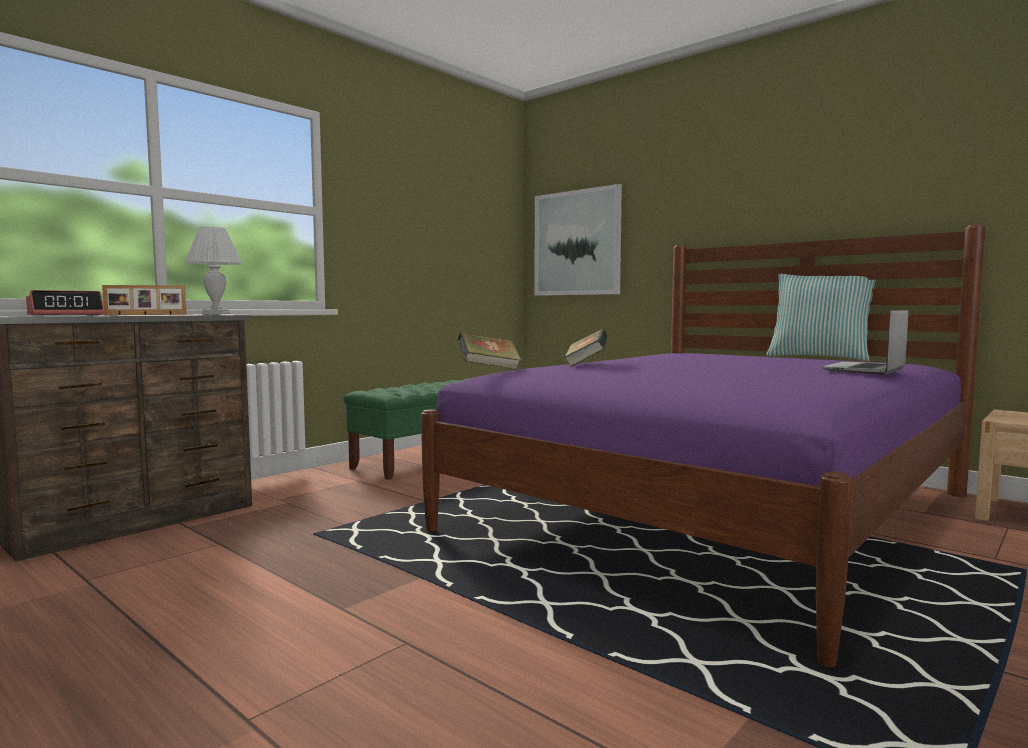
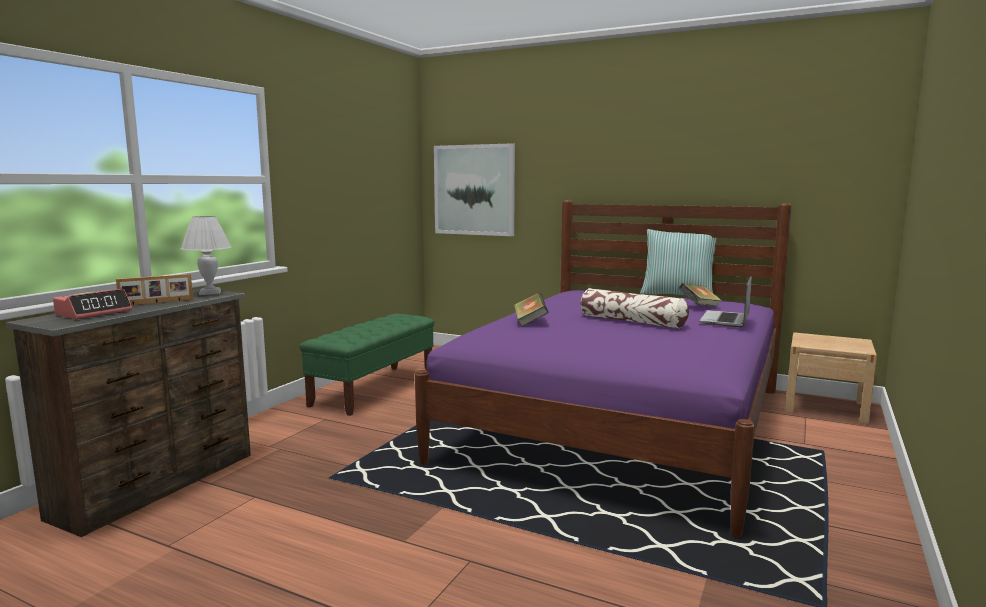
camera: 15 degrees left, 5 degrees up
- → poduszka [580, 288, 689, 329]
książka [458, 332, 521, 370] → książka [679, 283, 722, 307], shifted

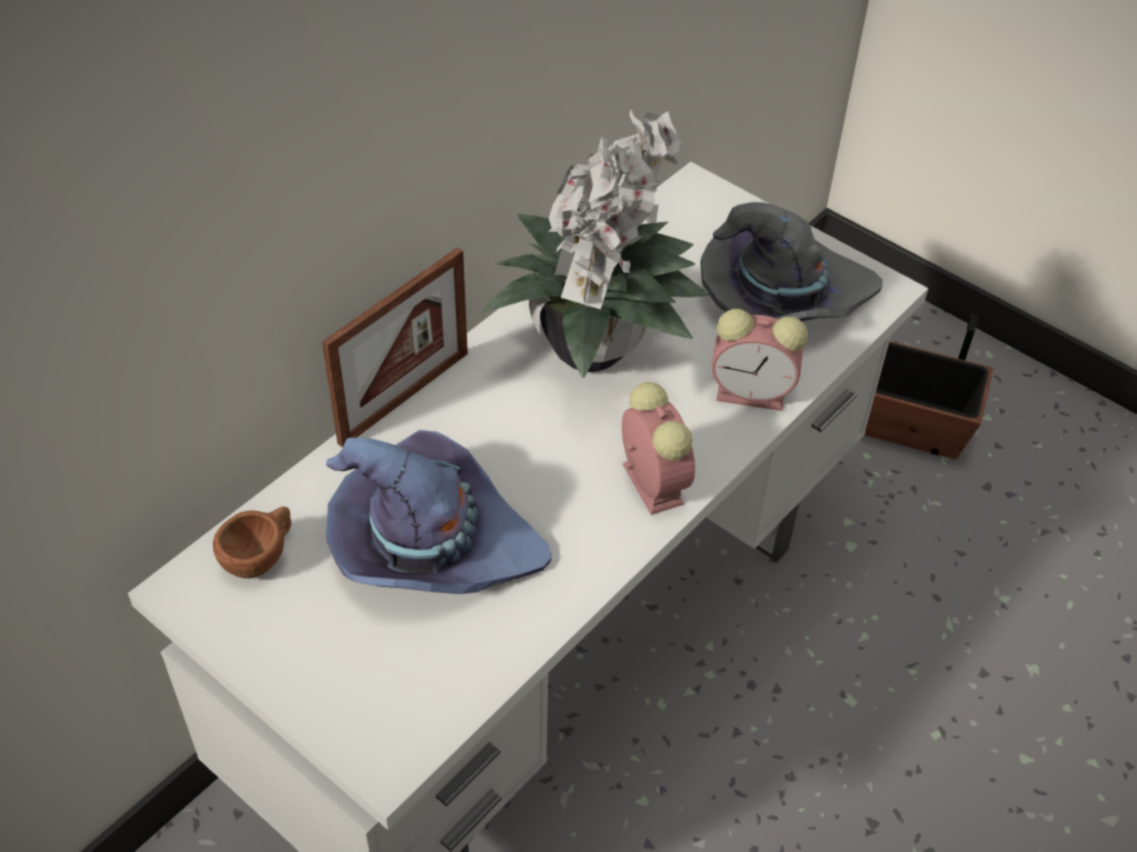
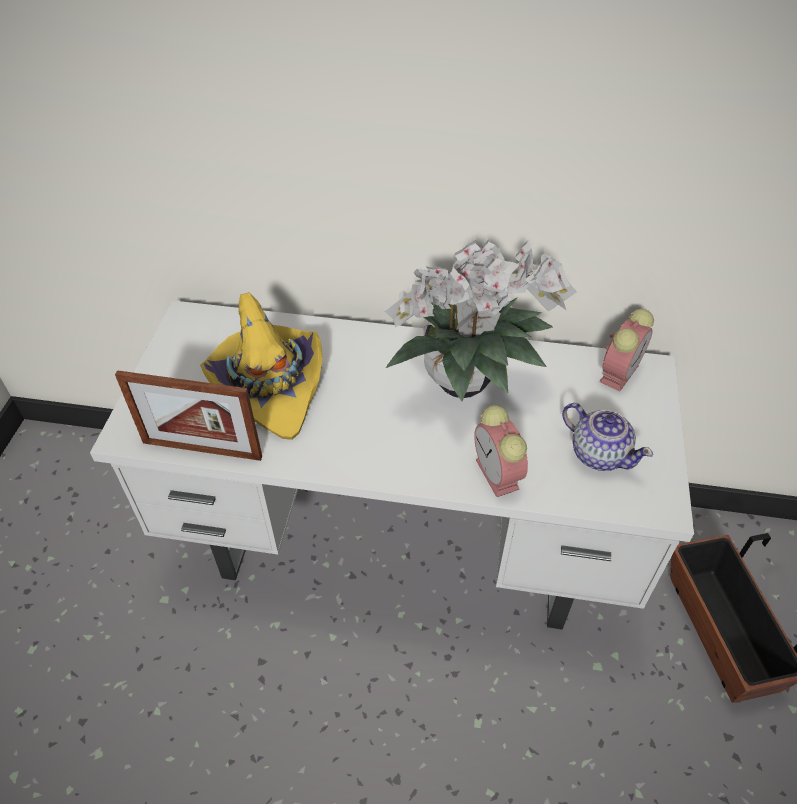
camera: 60 degrees right, 0 degrees up
filiżanka/brązowy [213, 507, 291, 579] → -
ramka na zdjęcie [322, 247, 468, 448] → ramka na zdjęcie [115, 370, 262, 461], shifted
budzik [622, 382, 695, 515] → budzik [599, 309, 654, 391], shifted
kapelusz/szary [700, 202, 883, 321] → imbryk [562, 403, 653, 471]
kapelusz/fioletowy [326, 430, 552, 594] → kapelusz/żółty [200, 292, 323, 440]

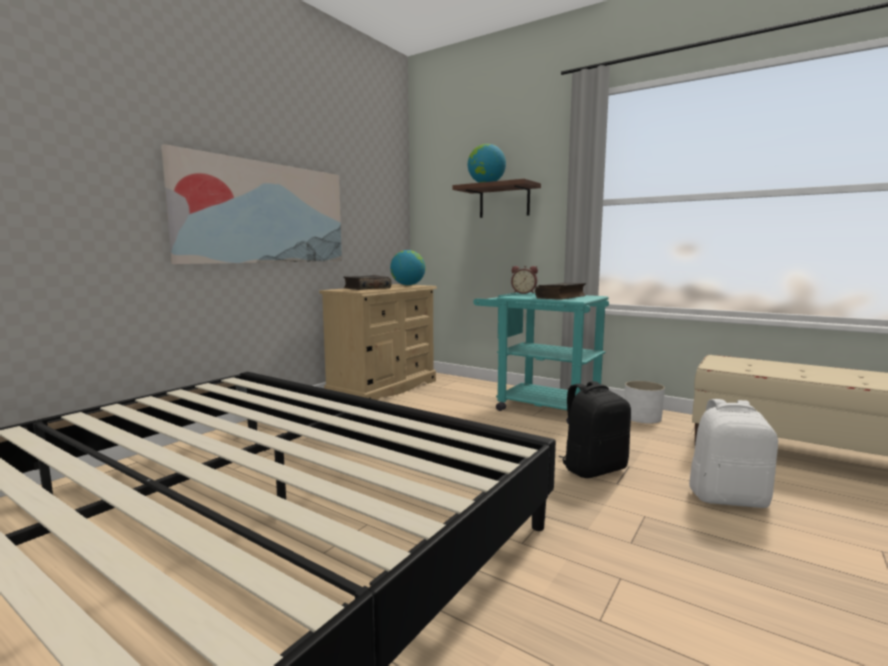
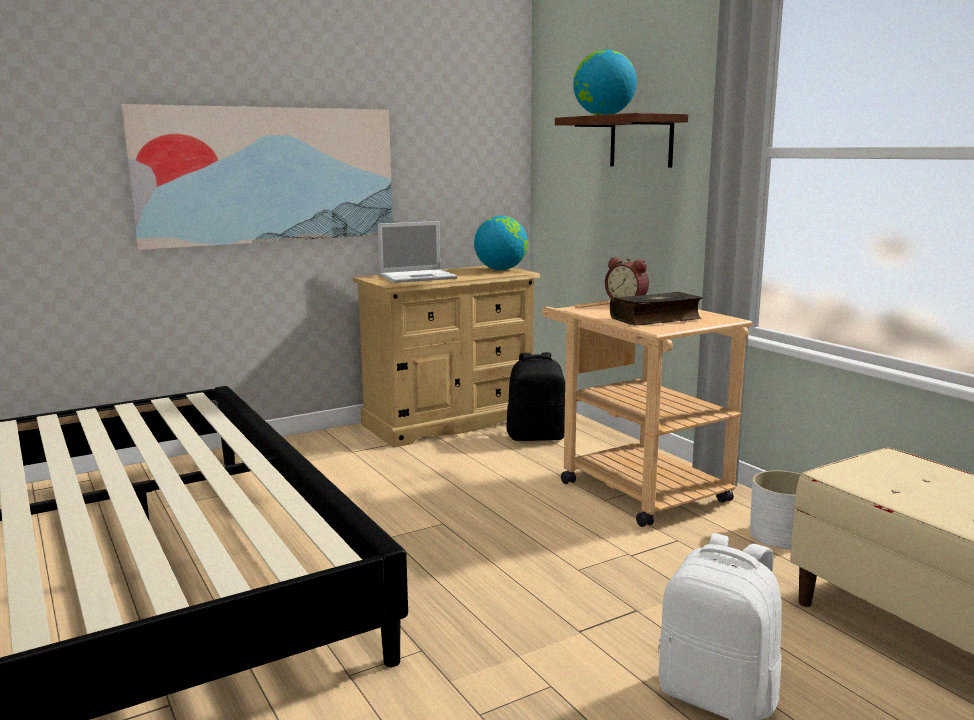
camera: 25 degrees right, 5 degrees up
plecak/czarny [559, 381, 631, 478] → plecak/czarny [506, 352, 565, 441], shifted
książka [344, 275, 391, 290] → laptop [378, 221, 457, 283]
wózek/turkusowy [473, 292, 609, 424] → wózek/beżowy [542, 301, 753, 527]

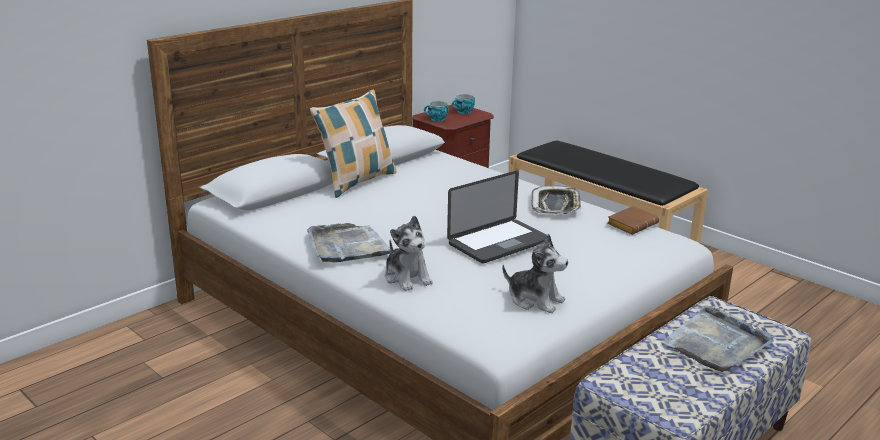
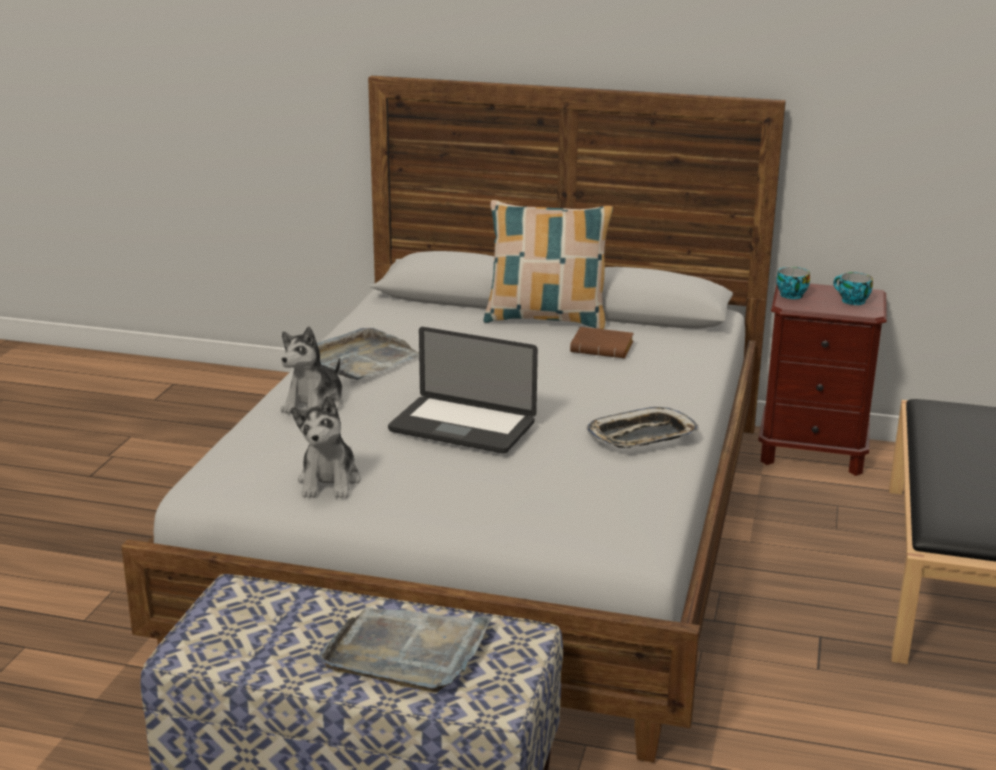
camera: 60 degrees right, 0 degrees up
książka/brązowy [607, 206, 659, 235] → książka/brązowy [570, 327, 634, 358], shifted

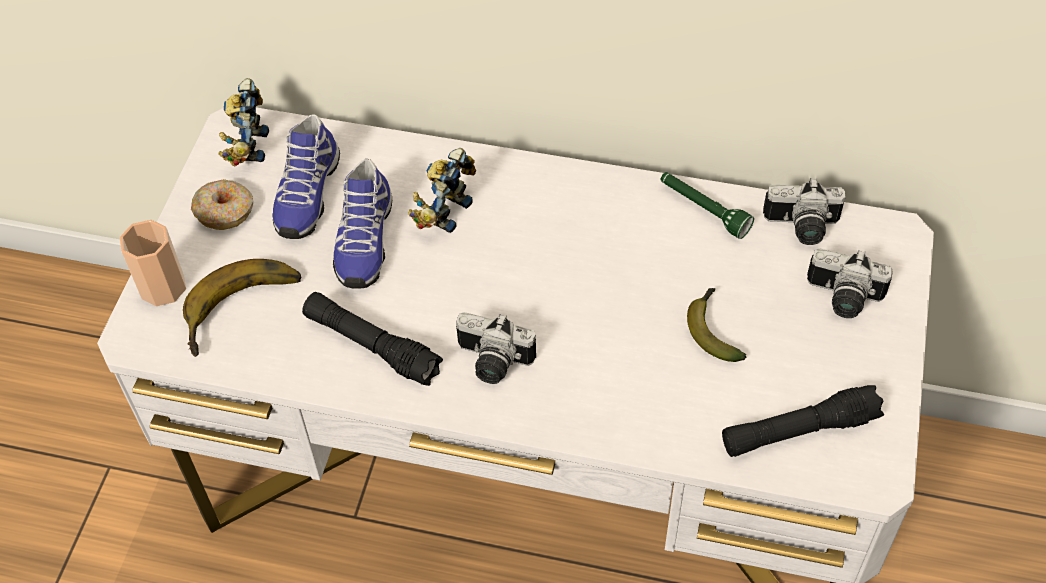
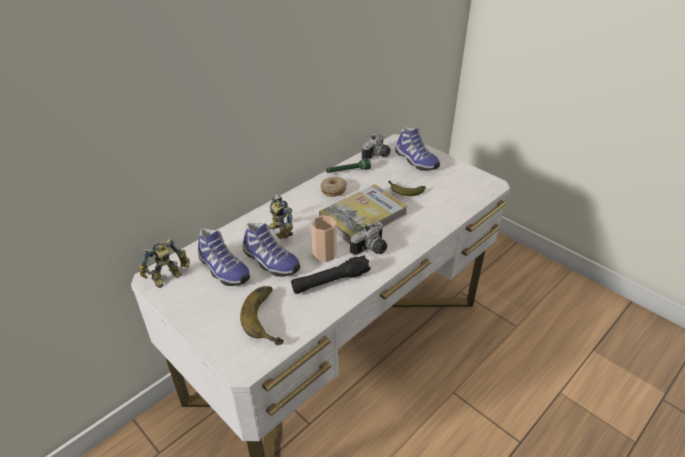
camera: 60 degrees left, 15 degrees down
latarka/czarny [722, 385, 884, 457] → -
- → książka [319, 184, 408, 244]
filiżanka [120, 220, 186, 306] → filiżanka [311, 215, 337, 262], shifted
donut [191, 179, 253, 230] → donut [321, 177, 347, 197], shifted
aparat fotograficzny [807, 248, 893, 318] → but [395, 127, 440, 171]
robot zabawkowy [219, 78, 269, 166] → robot zabawkowy [138, 238, 190, 288], 75 degrees counterclockwise

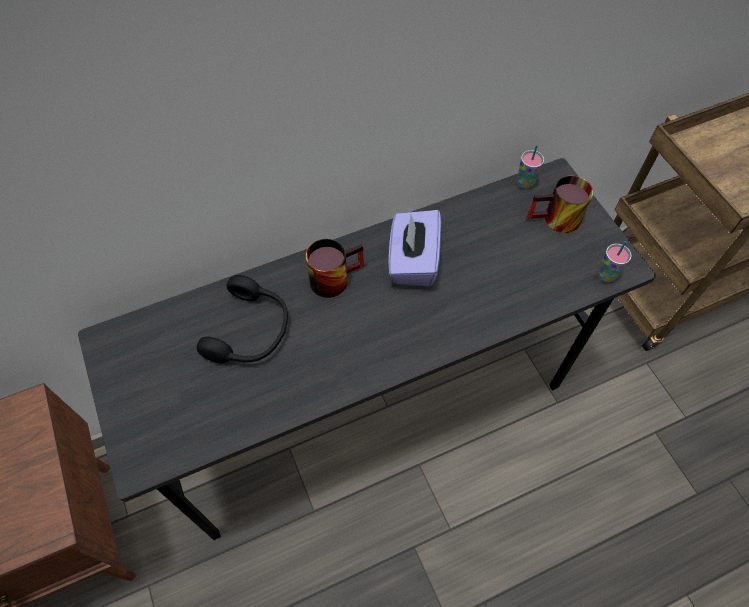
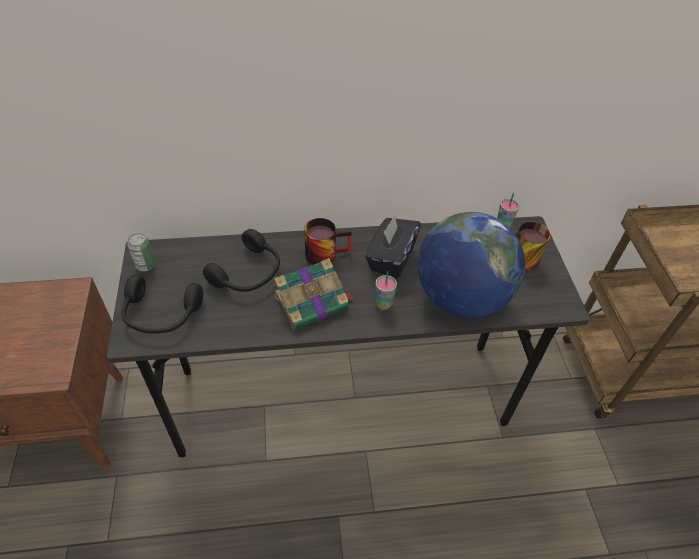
camera: 15 degrees right, 10 degrees down
- → słuchawki/czarny [121, 275, 203, 334]
- → puszka [127, 233, 155, 272]
- → książka [274, 258, 355, 330]
- → globus [417, 212, 525, 318]
filiżanka [597, 241, 631, 283] → filiżanka [375, 271, 397, 310], shifted
pudełko chusteczek/fioletowy [389, 210, 441, 286] → pudełko chusteczek/czarny [365, 215, 421, 278]

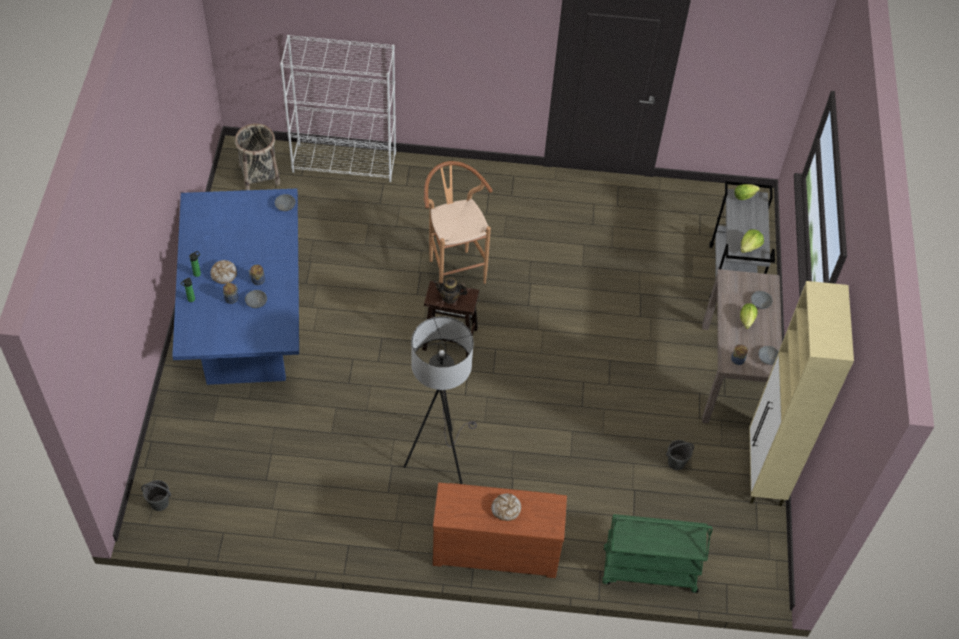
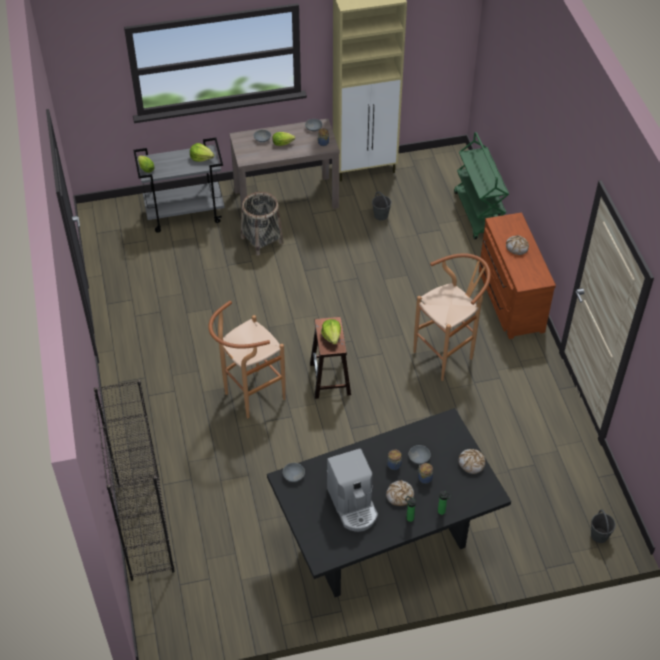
camera: 105 degrees left, 5 degrees down
- → ekspres do kawy [327, 448, 378, 532]
- → chleb [458, 449, 485, 474]
koszyk [235, 123, 280, 190] → koszyk [241, 192, 284, 256], shifted
lampa stojąca/szary [404, 316, 477, 484] → stołek/brązowy [413, 253, 491, 381]
imbryk [434, 277, 468, 304] → sałata [321, 319, 341, 344]
stół jadalny/niebieski [172, 189, 299, 385] → stół jadalny/czarny [267, 408, 511, 597]
regał/biały [280, 35, 396, 182] → regał/czarny [94, 380, 175, 581]

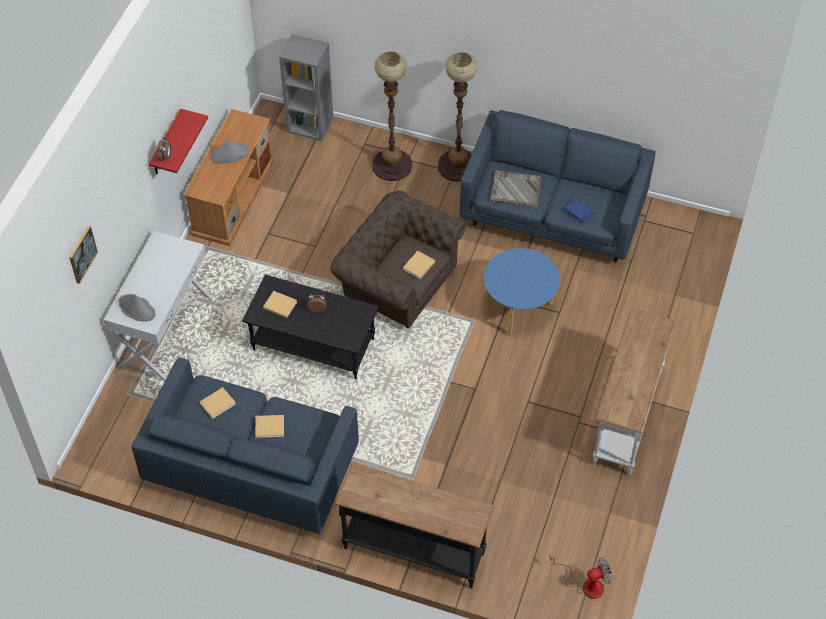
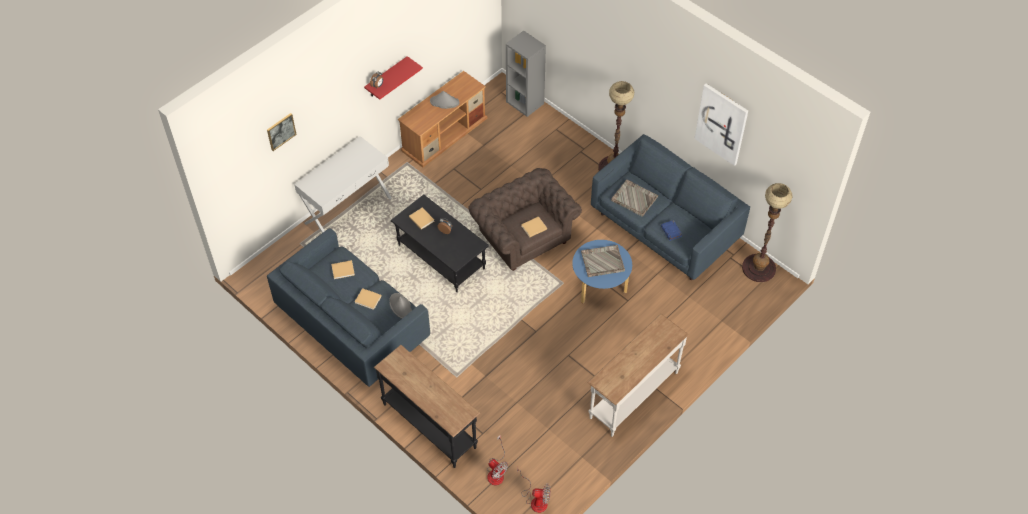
camera: 25 degrees right, 0 degrees up
- → wentylator [487, 435, 508, 485]
- → taca/szary [581, 245, 625, 277]
- → obraz [695, 84, 748, 166]
kapelusz/szary [119, 294, 156, 322] → kapelusz/szary [389, 293, 412, 319], shifted
lampa stojąca [372, 51, 412, 181] → lampa stojąca [742, 183, 793, 282], shifted

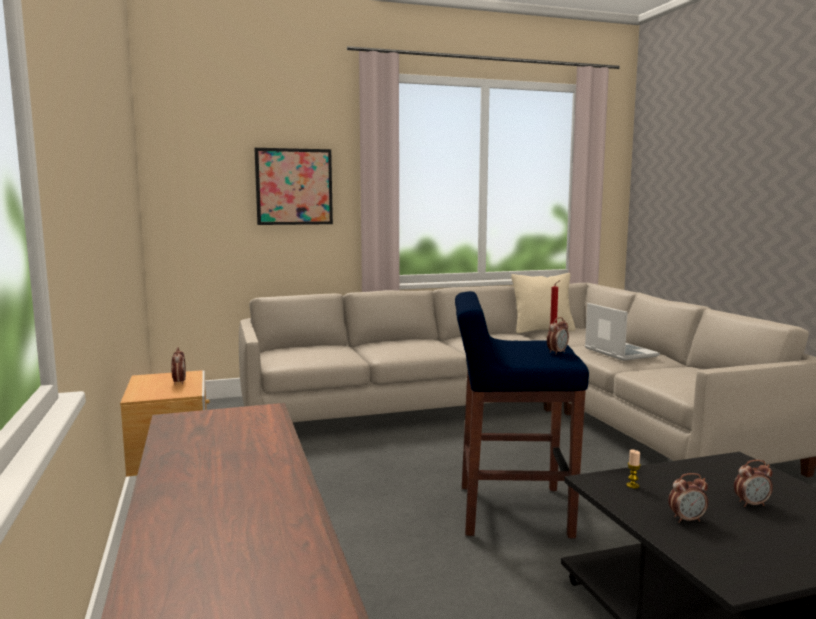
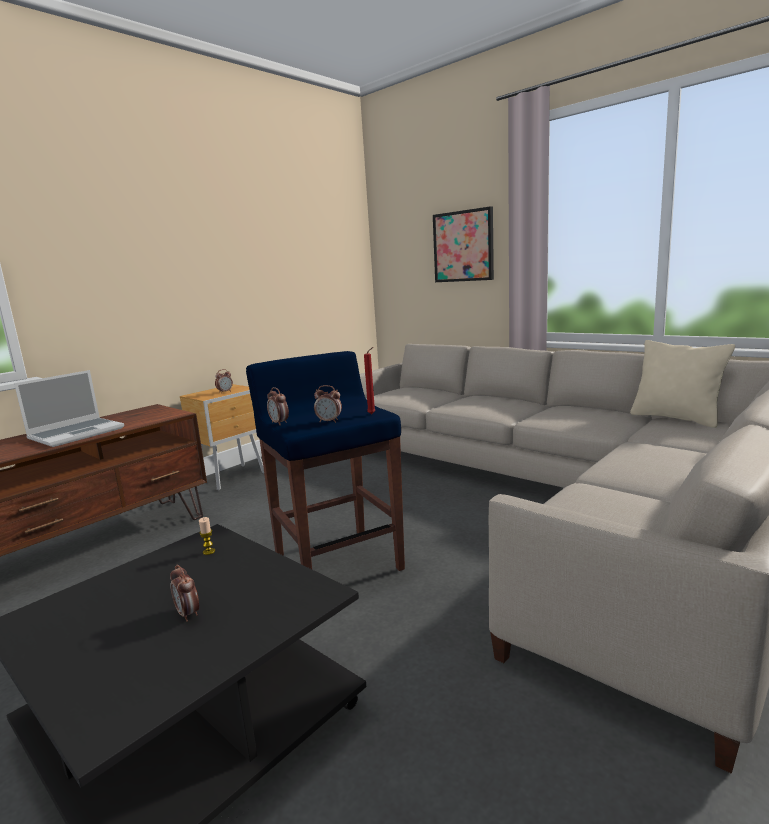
camera: 60 degrees right, 5 degrees up
laptop [585, 303, 660, 361] → laptop [14, 370, 124, 447], shifted
budzik [668, 473, 708, 523] → budzik [267, 387, 289, 426], shifted

